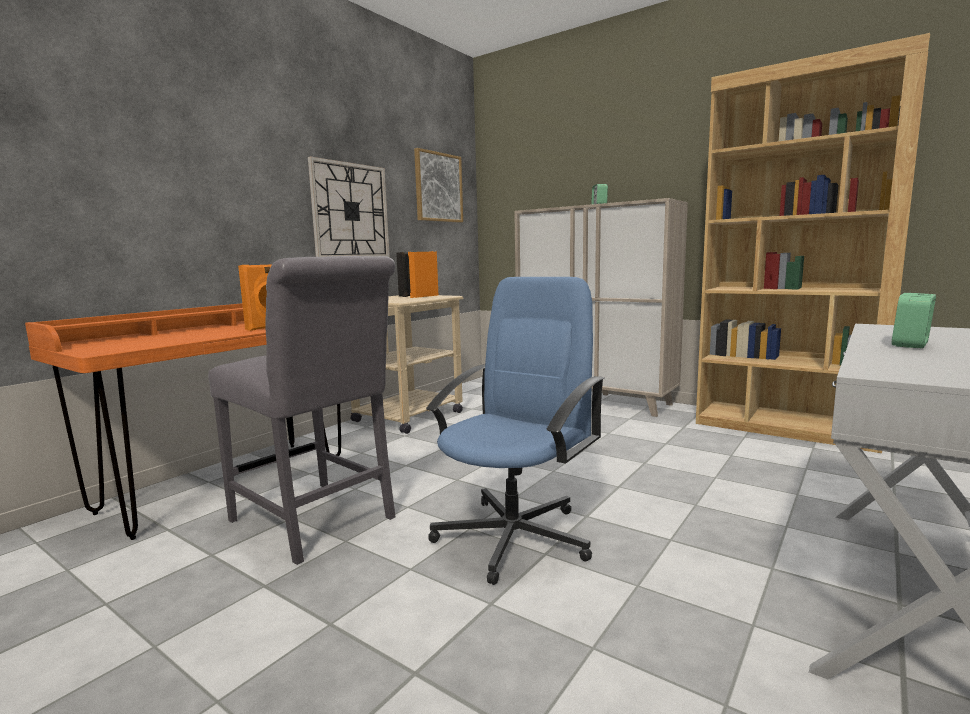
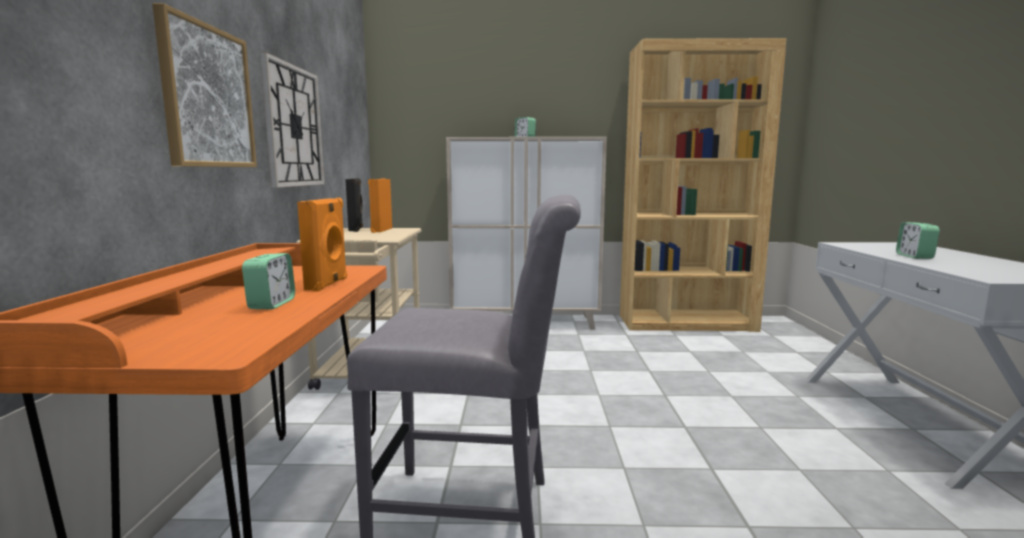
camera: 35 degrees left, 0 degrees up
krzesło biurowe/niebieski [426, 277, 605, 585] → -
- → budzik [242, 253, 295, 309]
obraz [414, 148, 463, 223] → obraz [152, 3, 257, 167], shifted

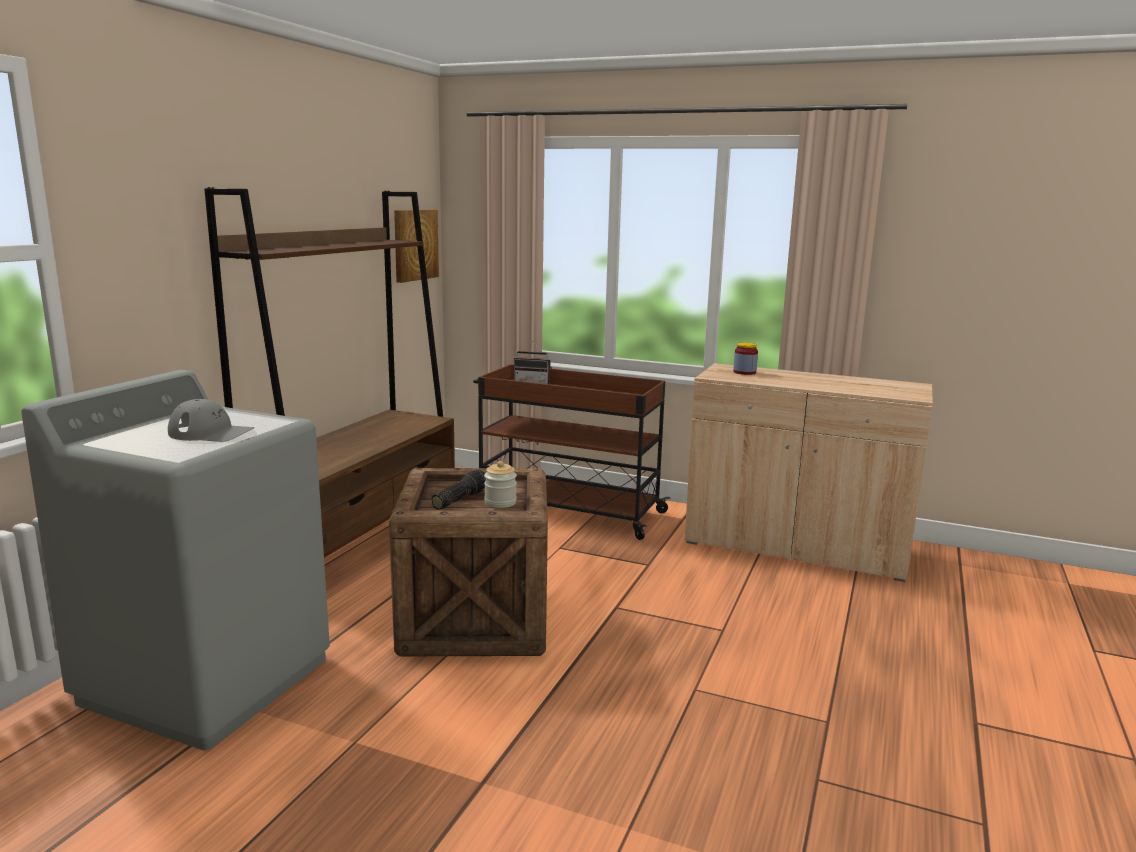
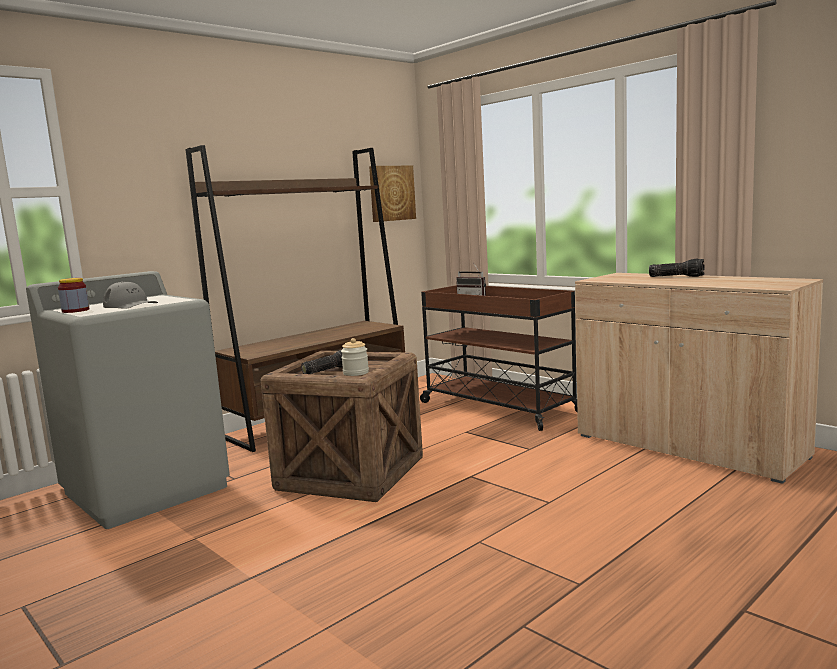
camera: 25 degrees right, 5 degrees down
- → latarka [649, 258, 705, 277]
słoik [733, 343, 758, 375] → słoik [58, 278, 89, 313], shifted

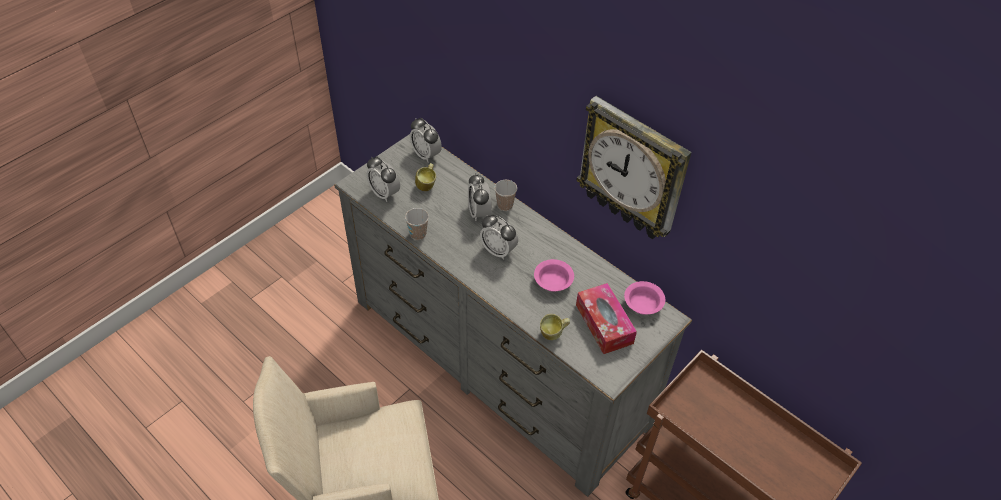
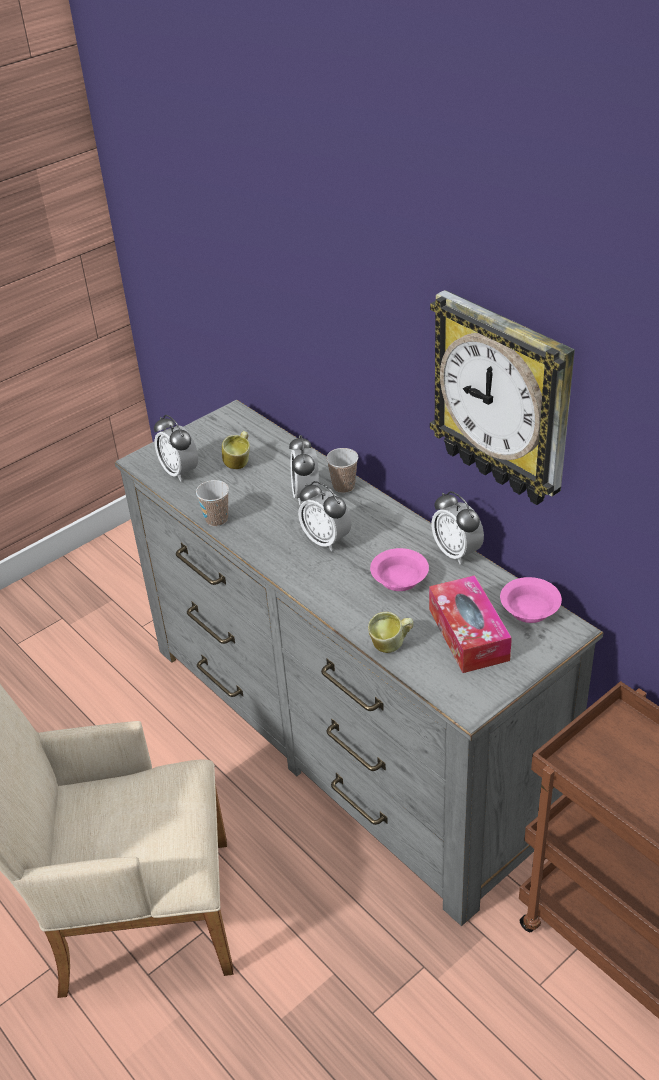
camera: 10 degrees right, 10 degrees down
budzik [410, 118, 442, 162] → budzik [432, 491, 484, 564], shifted

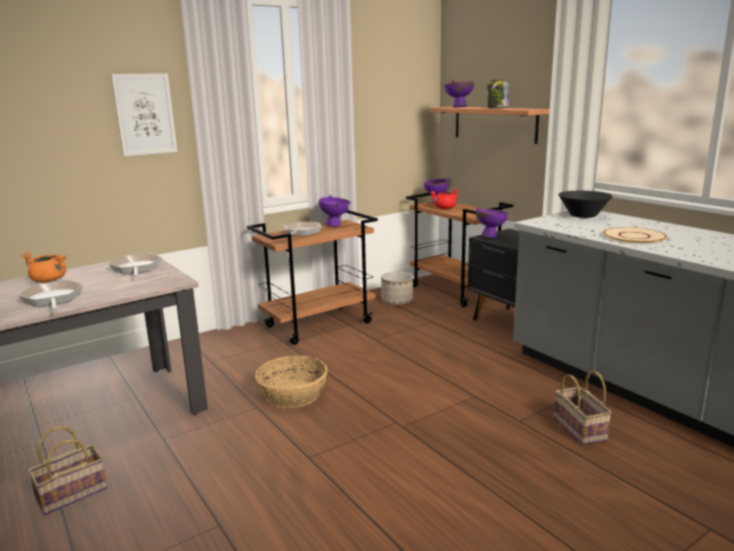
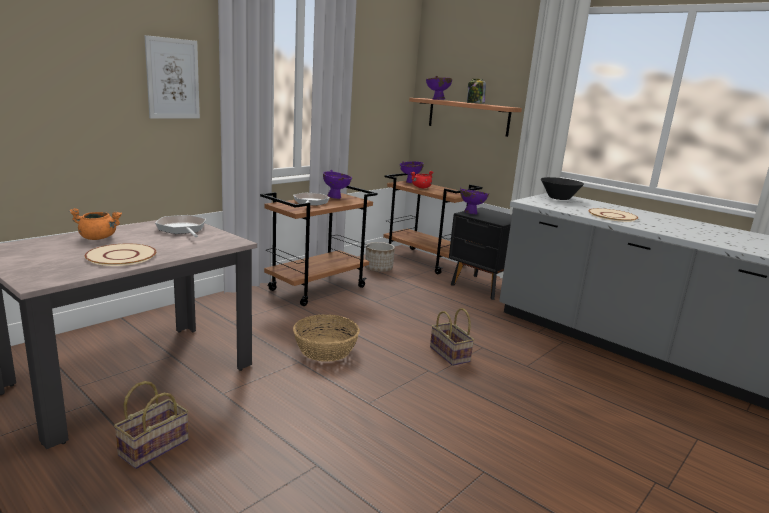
camera: 15 degrees left, 0 degrees up
koszyk [554, 371, 612, 445] → koszyk [430, 308, 474, 366], shifted
patelnia [18, 280, 83, 311] → talerz/beżowy [85, 244, 156, 266]

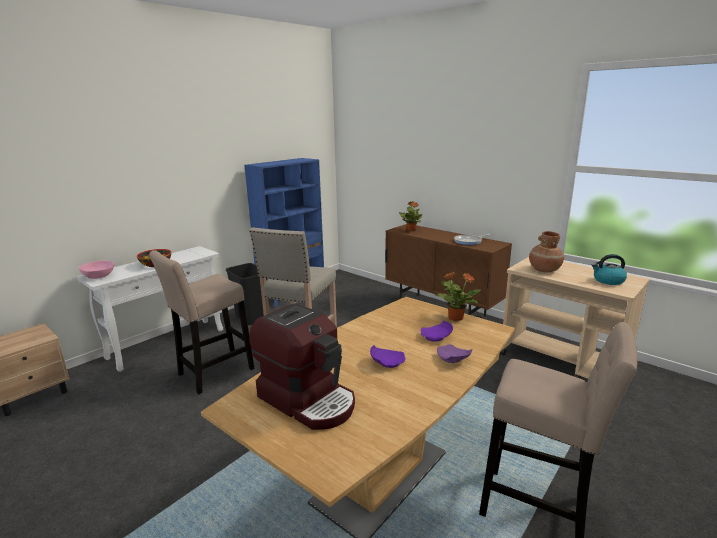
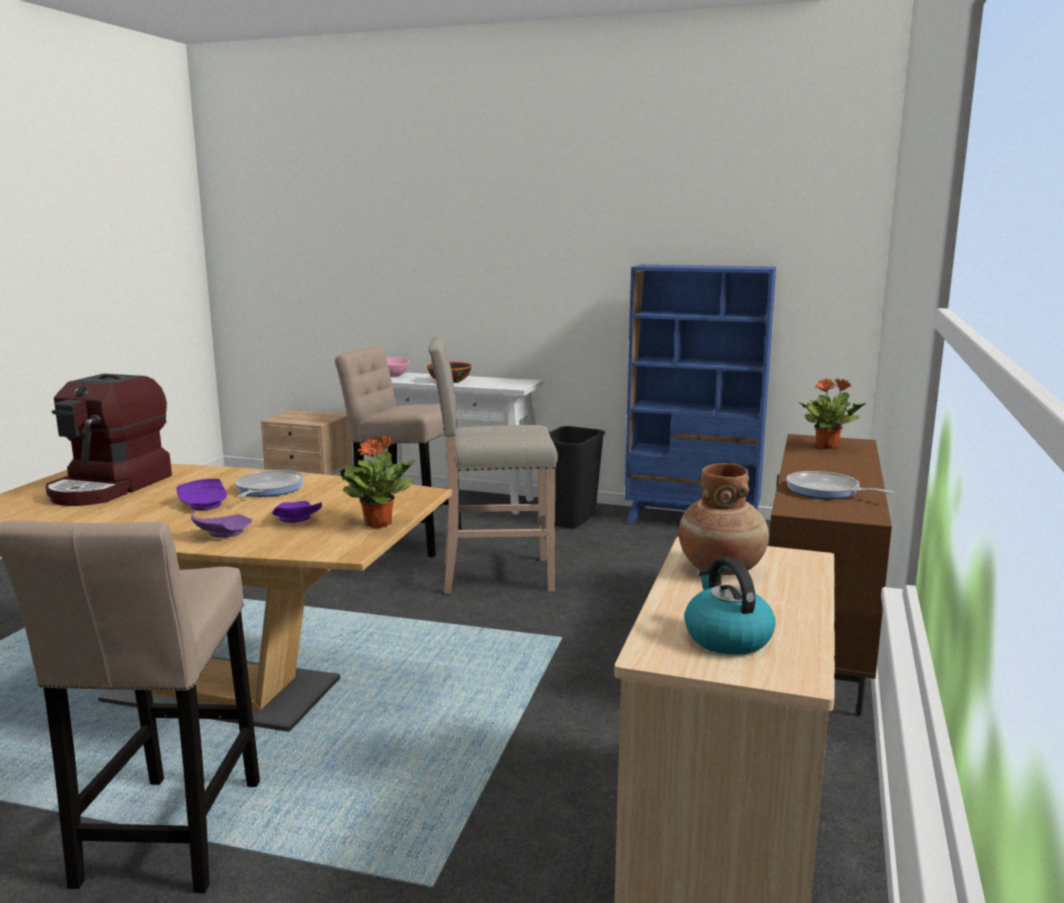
camera: 65 degrees right, 5 degrees down
- → patelnia [235, 470, 304, 498]

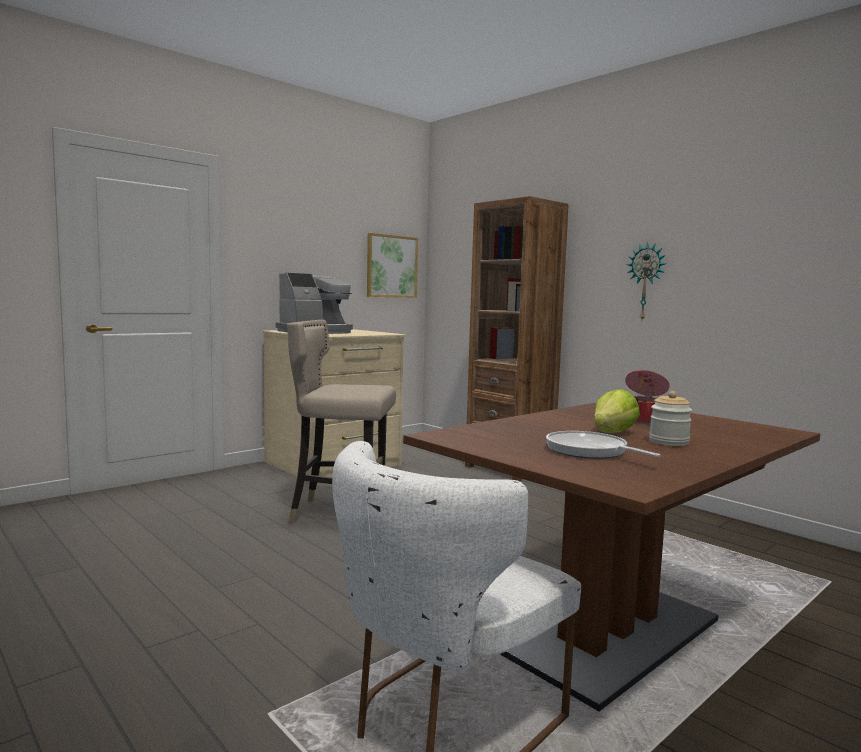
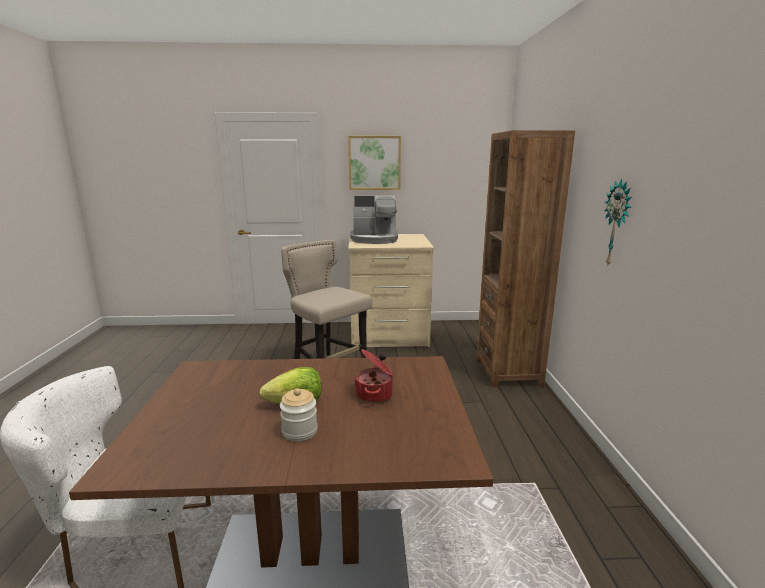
camera: 40 degrees right, 10 degrees up
patelnia [546, 431, 660, 459] → -
obraz [367, 233, 418, 298] → obraz [348, 136, 401, 190], shifted

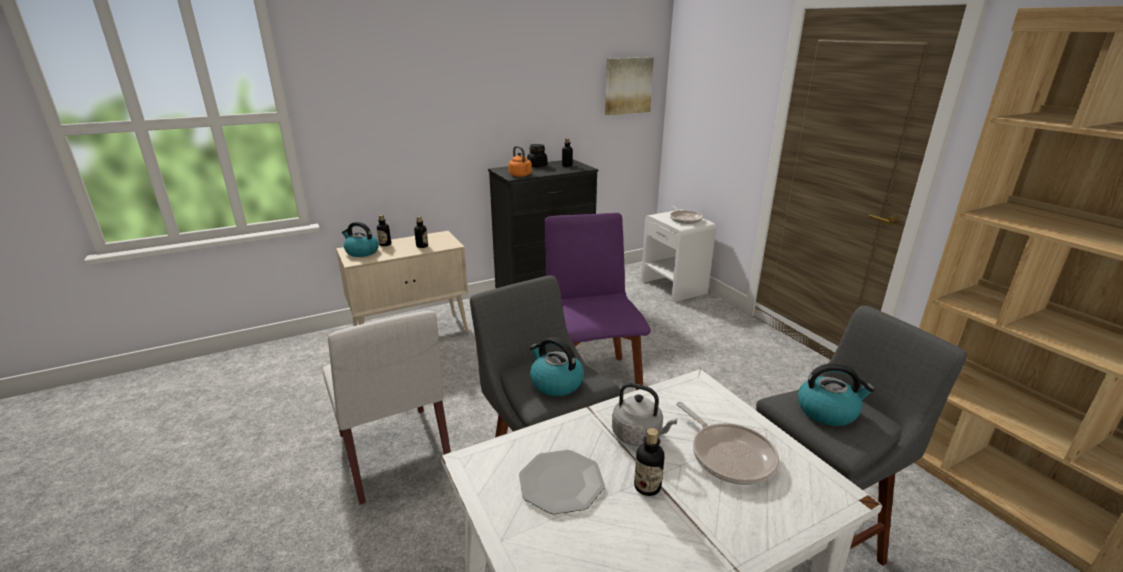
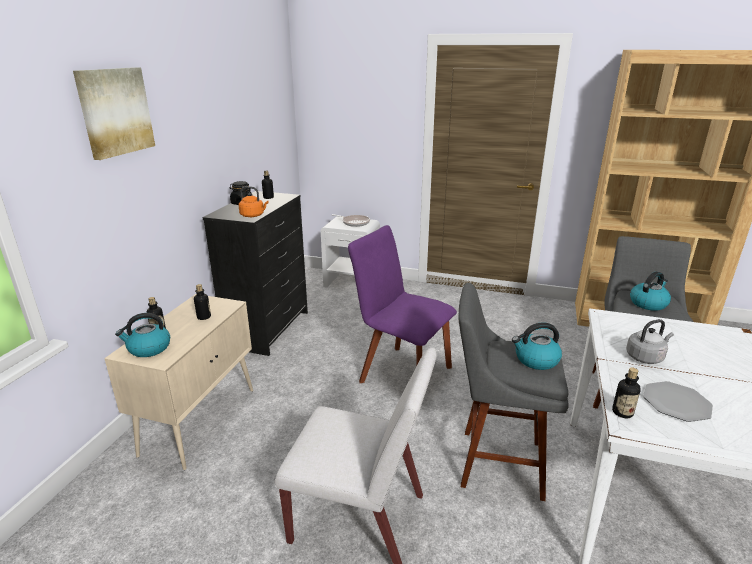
camera: 45 degrees left, 0 degrees up
patelnia [676, 402, 779, 485] → -
obraz [605, 57, 654, 115] → obraz [73, 67, 155, 160], shifted
butelka [634, 428, 664, 496] → butelka [612, 368, 641, 418], shifted

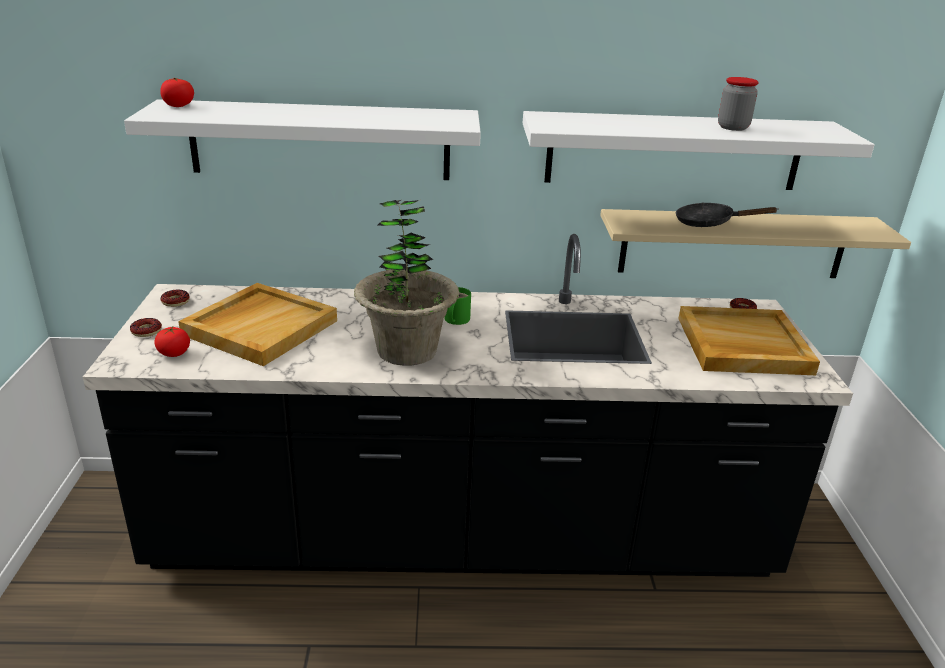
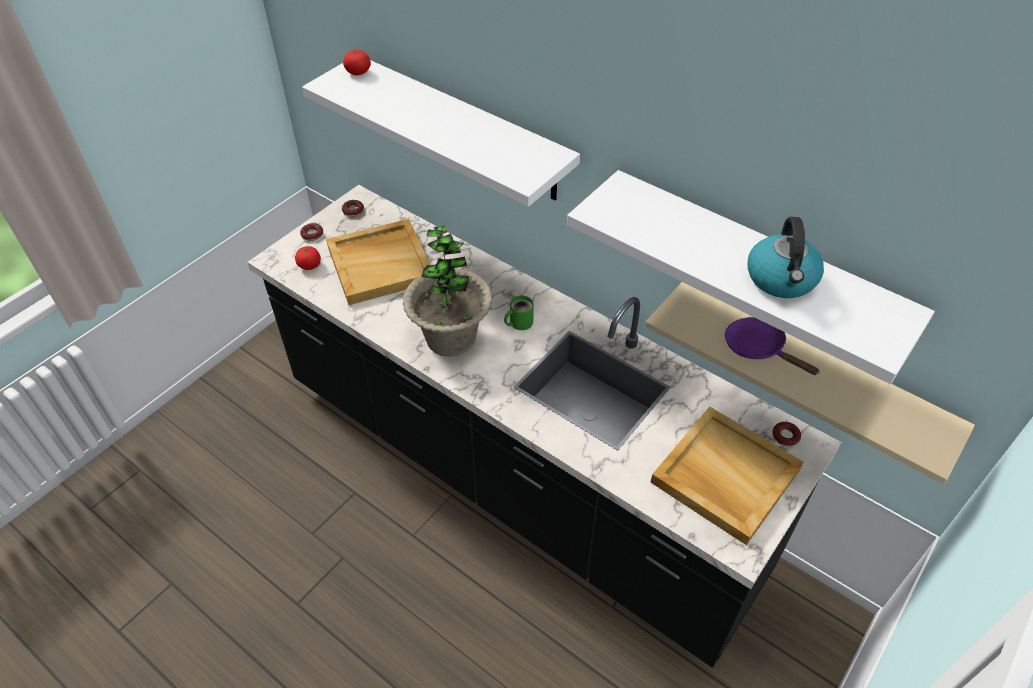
camera: 40 degrees right, 20 degrees up
słoik [718, 77, 759, 131] → czajnik [747, 217, 824, 298]
patelnia/czarny [676, 203, 778, 227] → patelnia/fioletowy [725, 317, 820, 375]

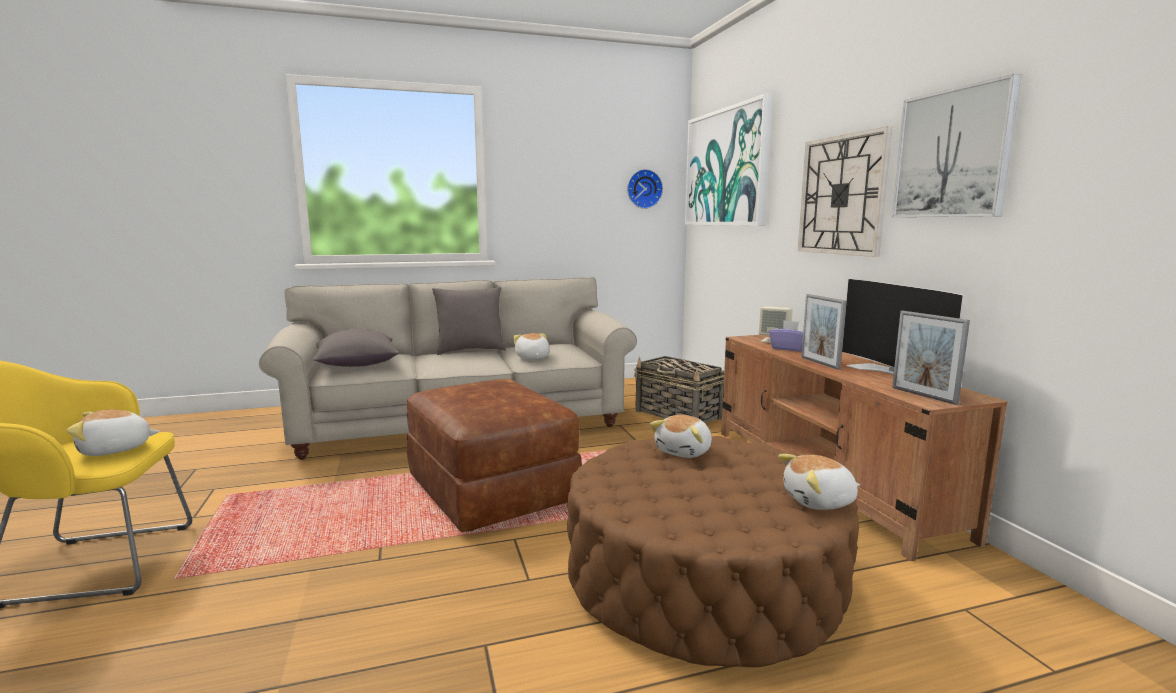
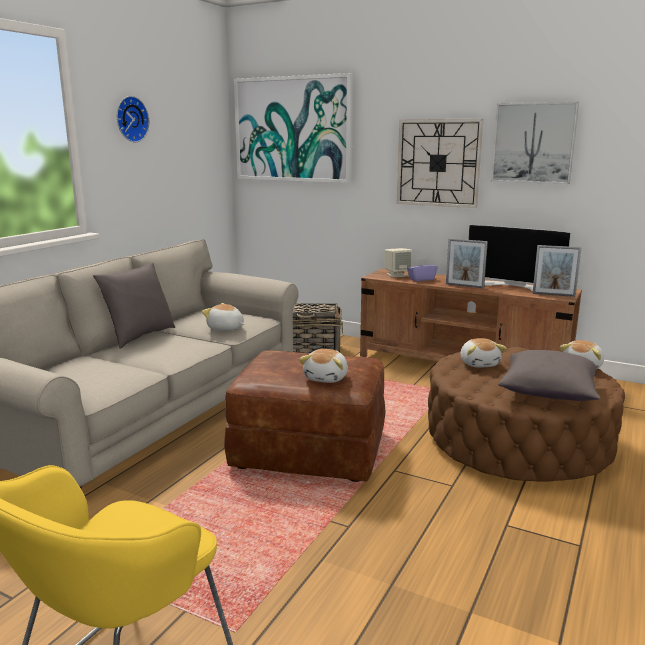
camera: 45 degrees left, 5 degrees up
pluszak [66, 410, 160, 456] → pluszak [299, 349, 348, 383], shifted
poduszka/szary [313, 329, 399, 367] → poduszka/szary [499, 350, 600, 401], shifted
zegar ścienny [627, 169, 663, 209] → zegar ścienny [117, 96, 149, 142], shifted

